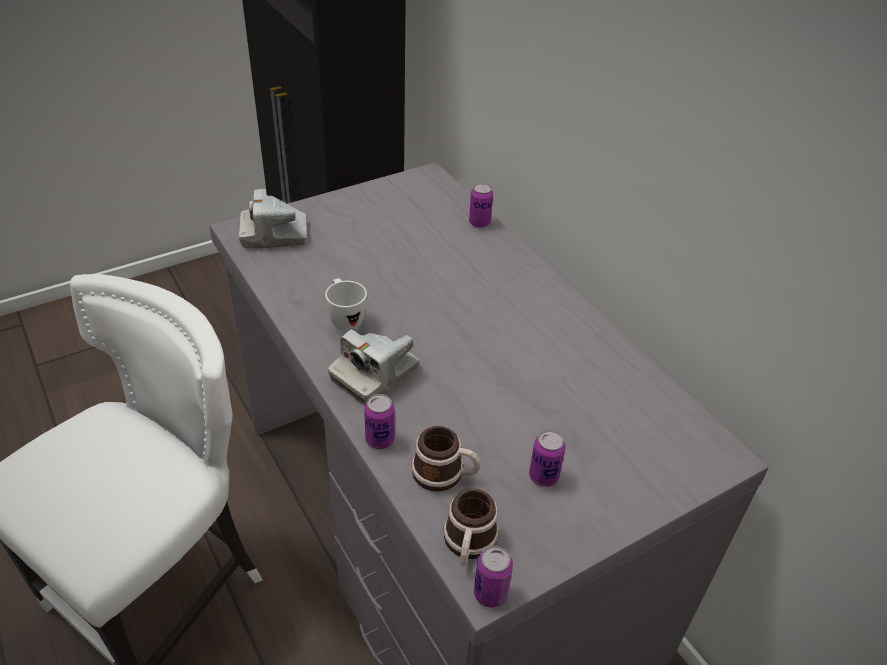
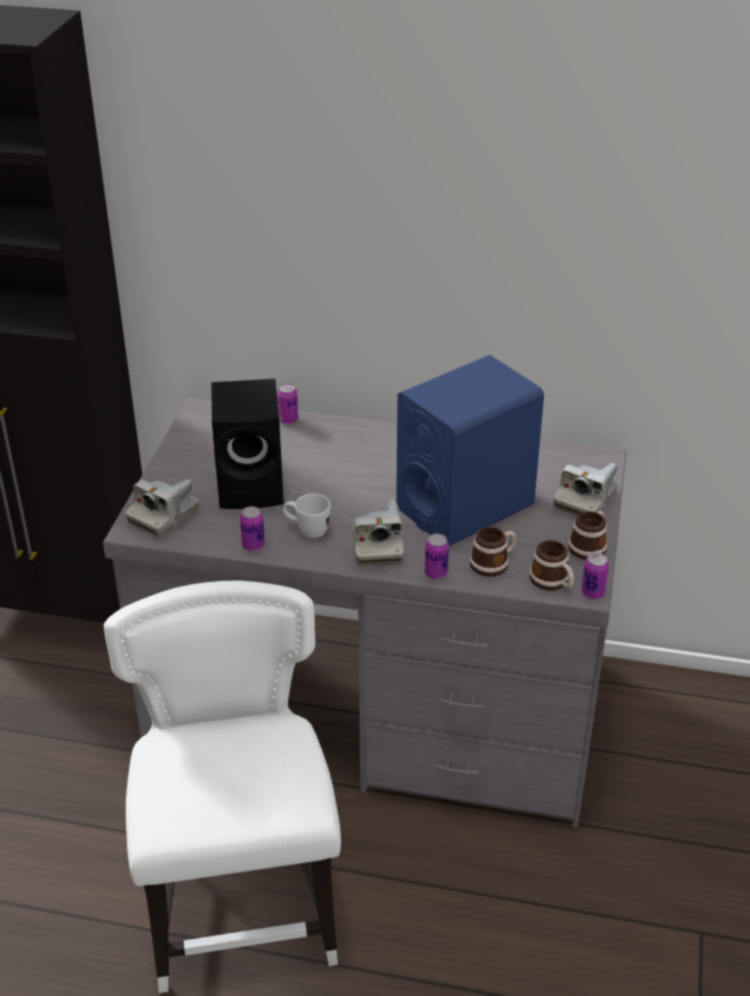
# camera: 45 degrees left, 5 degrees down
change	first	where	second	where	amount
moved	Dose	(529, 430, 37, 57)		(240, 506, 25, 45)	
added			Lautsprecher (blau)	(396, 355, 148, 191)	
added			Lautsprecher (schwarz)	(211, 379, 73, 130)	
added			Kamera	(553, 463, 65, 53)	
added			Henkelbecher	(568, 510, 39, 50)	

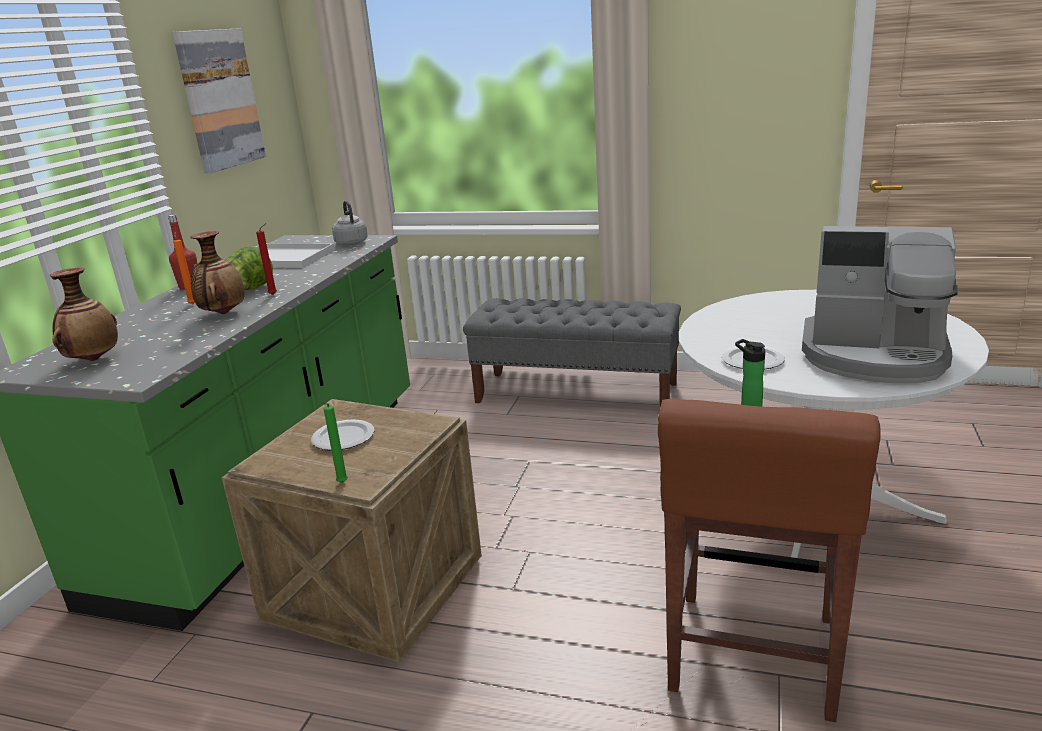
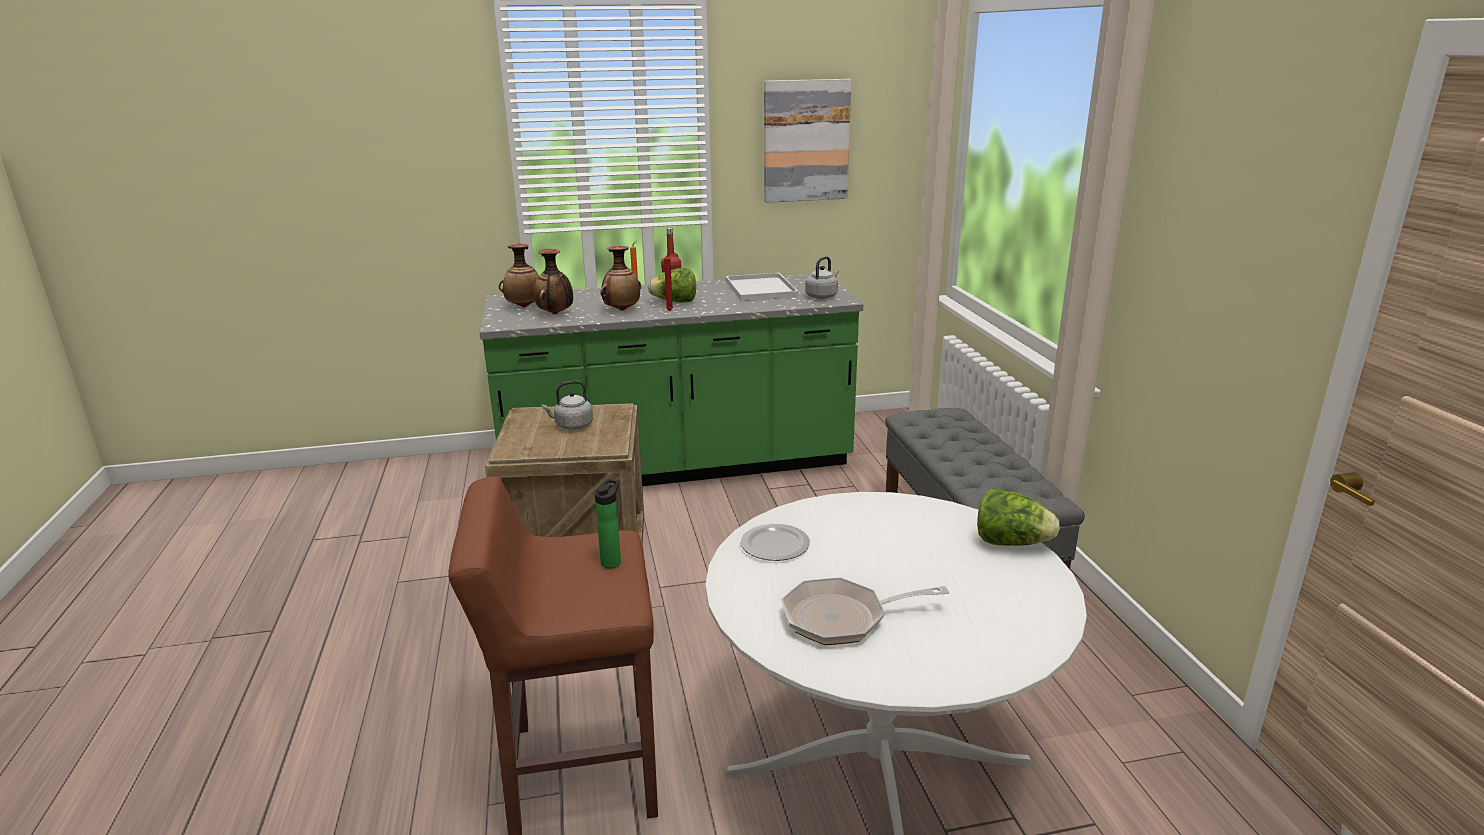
# camera: 60 degrees right, 0 degrees up
change	first	where	second	where	amount
replaced	Kaffeemaschine	(802, 226, 156, 157)	Pfanne	(781, 577, 168, 68)	
removed	Kerze (grün)	(322, 403, 26, 80)			
replaced	Teller	(311, 419, 63, 31)	Wasserkessel (grau)	(541, 381, 52, 49)	
added			Vase	(534, 249, 39, 65)	
added			Salatkopf	(977, 488, 83, 58)	

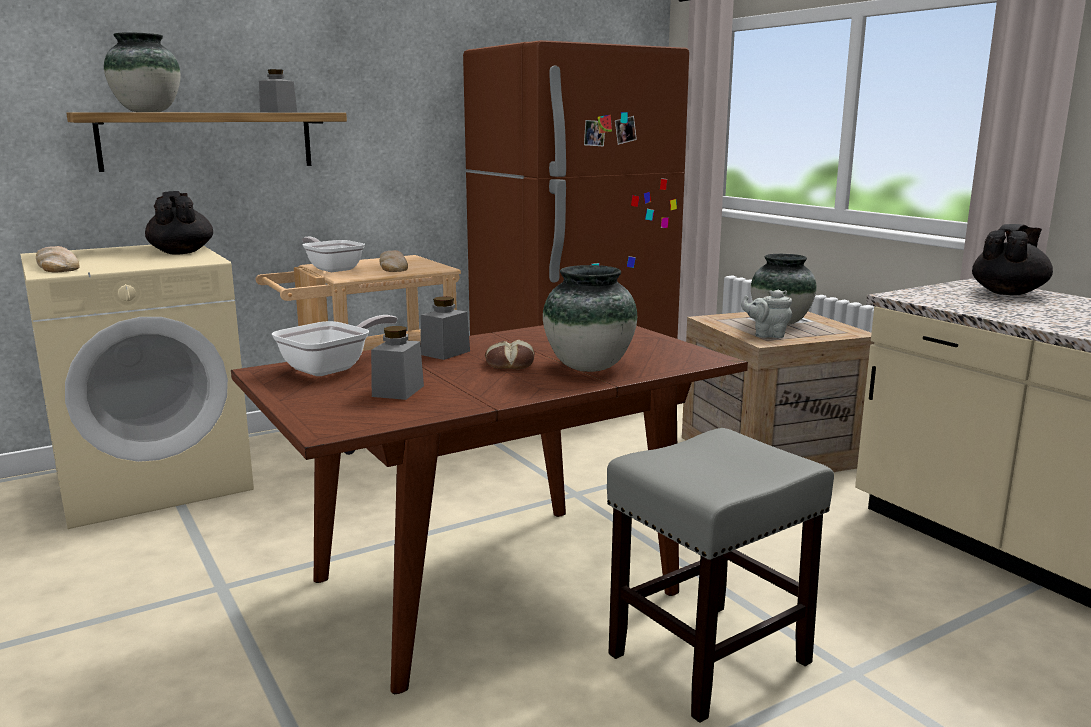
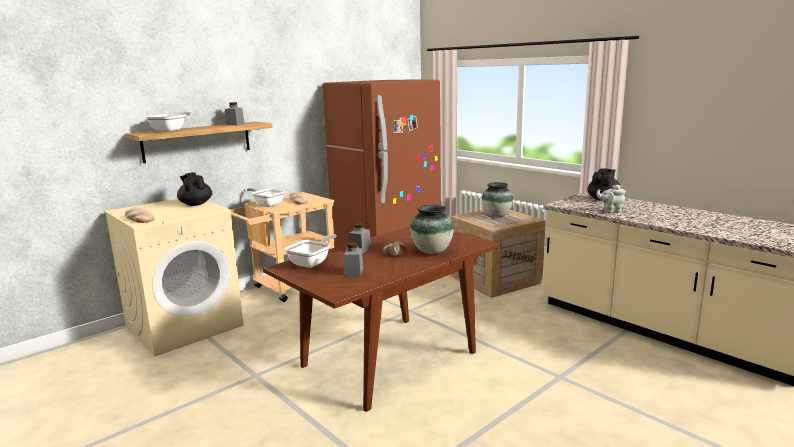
# camera: 10 degrees left, 0 degrees up
change	first	where	second	where	amount
replaced	Vase	(104, 33, 77, 79)	Pfanne	(146, 112, 45, 20)	
moved	Teekanne (grau)	(741, 289, 51, 49)		(596, 185, 30, 28)	
removed	Hocker (grau)	(607, 428, 227, 295)			

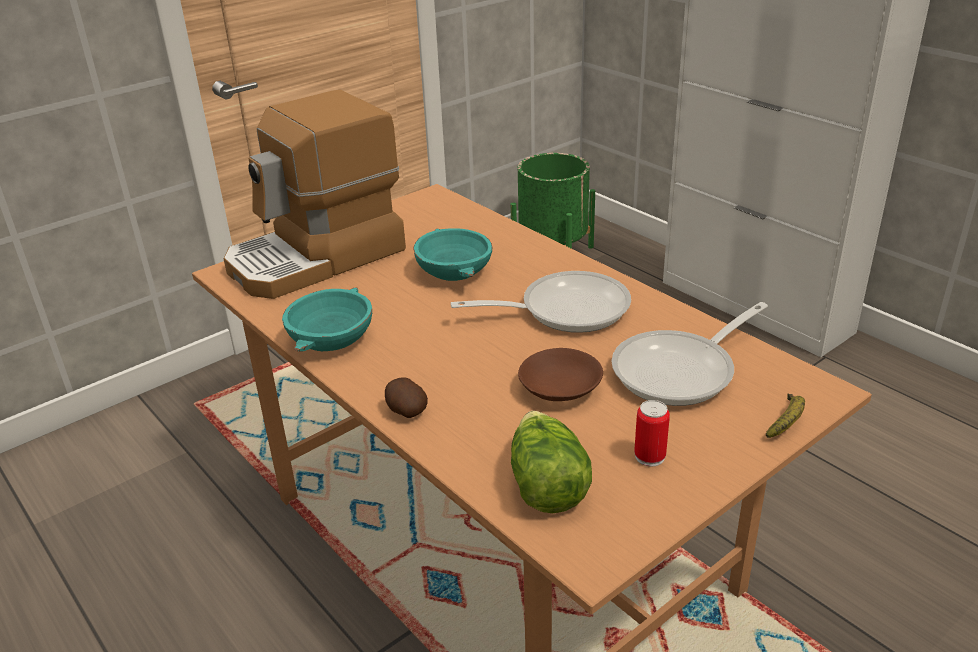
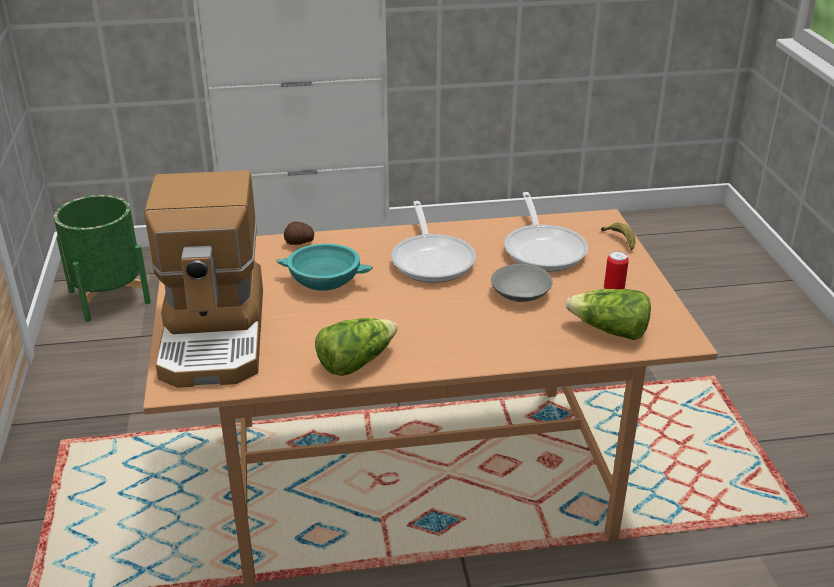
# camera: 60 degrees left, 0 degrees up
change	first	where	second	where	amount
turned	Pfanne	(451, 271, 180, 62)		(391, 201, 85, 82)	150 degrees clockwise
replaced	Schüssel (türkis)	(282, 287, 90, 65)	Salatkopf	(315, 318, 82, 58)	
recoloured	Schüssel (braun)	(518, 348, 85, 53)	Schüssel (grau)	(491, 264, 62, 38)	
moved	Kartoffel	(385, 377, 43, 41)		(284, 222, 30, 23)	

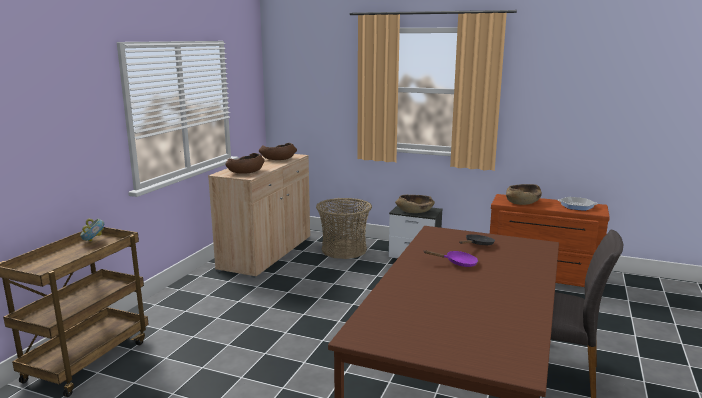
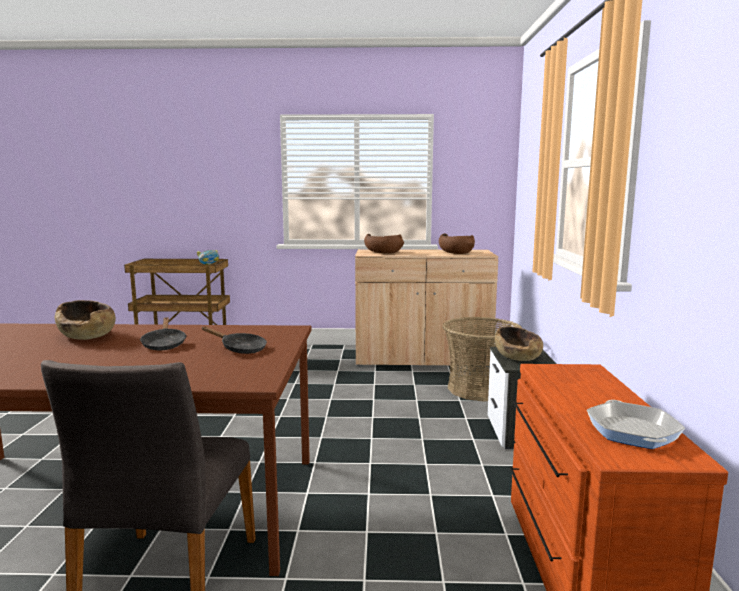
# camera: 70 degrees right, 5 degrees down
change	first	where	second	where	amount
moved	Schüssel (braun)	(506, 184, 36, 21)		(55, 300, 61, 40)	
recoloured	Pfanne (lila)	(424, 250, 54, 17)	Pfanne (schwarz)	(140, 317, 47, 33)	

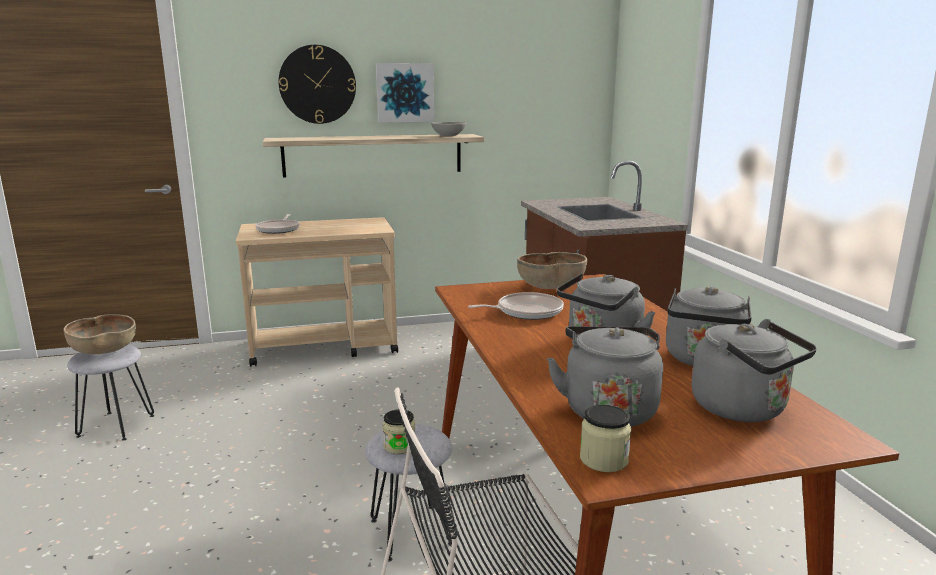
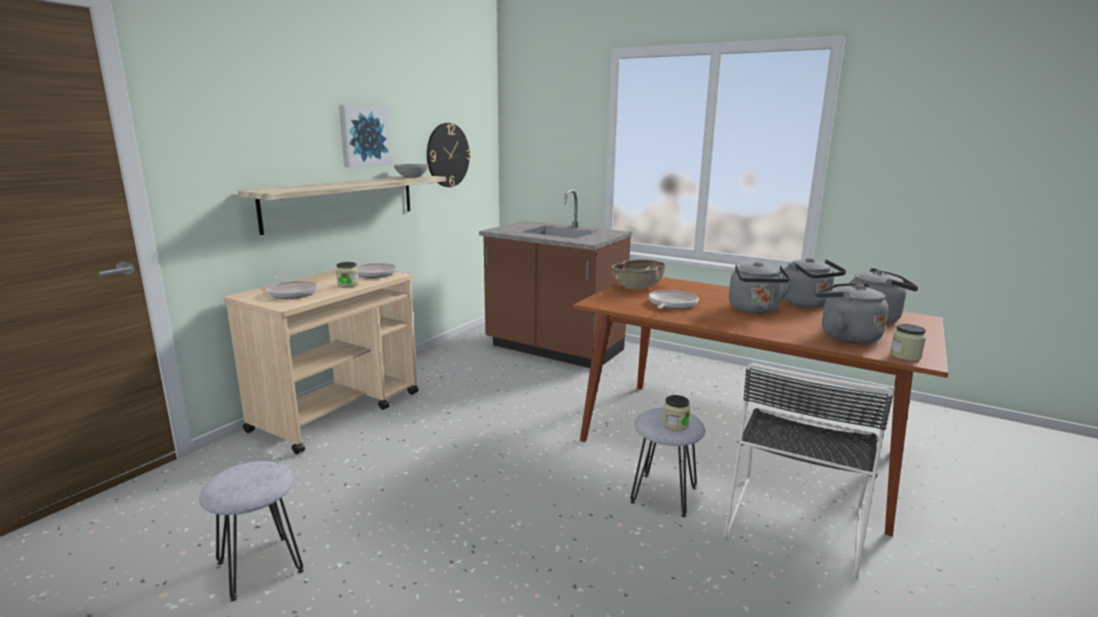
# camera: 45 degrees left, 0 degrees up
change	first	where	second	where	amount
moved	Wanduhr	(278, 45, 78, 79)		(427, 123, 44, 64)	
removed	Schüssel (braun)	(64, 314, 72, 40)			
added			Pfanne	(345, 261, 52, 17)	
added			Vorratsglas	(336, 262, 23, 26)	

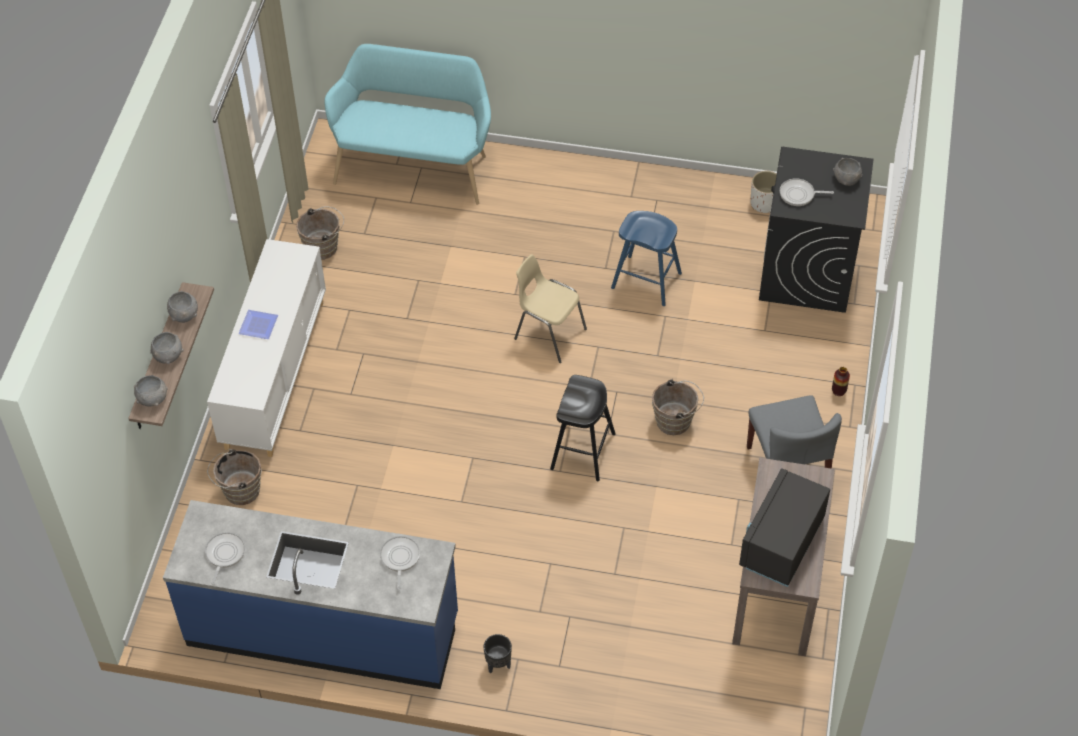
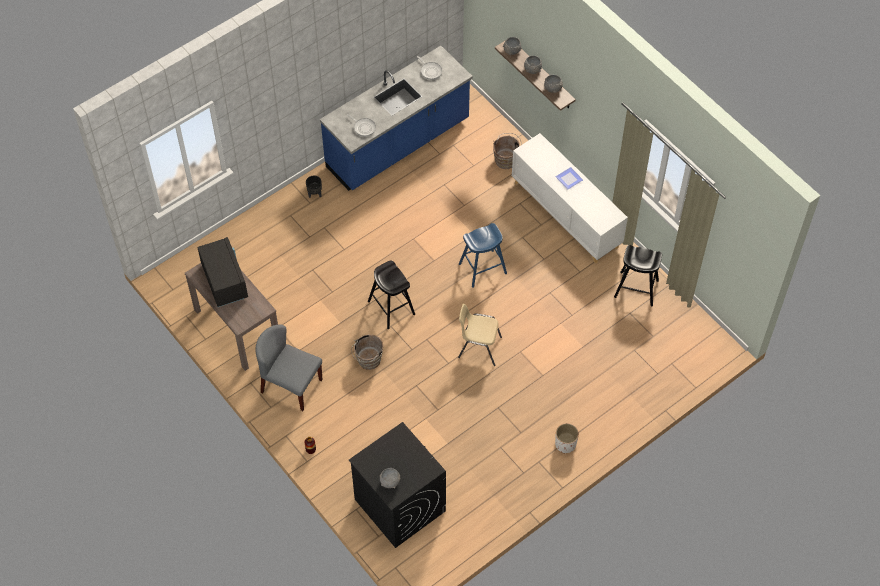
# camera: 130 degrees right, 5 degrees up
change	first	where	second	where	amount
removed	Bank (türkis)	(324, 44, 167, 161)			
moved	Pflanzkübel (weiß)	(750, 171, 27, 42)		(555, 423, 24, 30)	
removed	Pfanne	(780, 178, 54, 28)			
replaced	Eimer (braun)	(296, 206, 48, 54)	Hocker (schwarz)	(614, 245, 48, 61)	
moved	Hocker (blau)	(611, 211, 71, 95)		(459, 223, 48, 65)	
turned	Stuhl (beige)	(514, 254, 73, 109)		(458, 304, 44, 62)	150 degrees counterclockwise

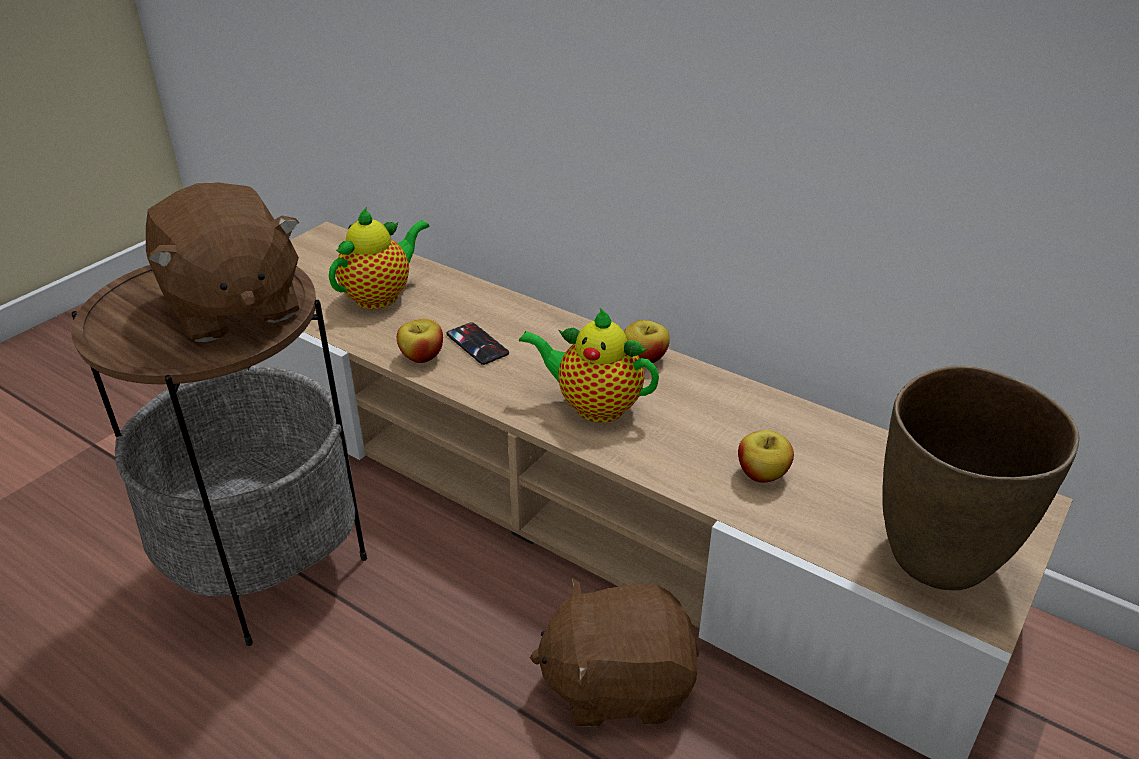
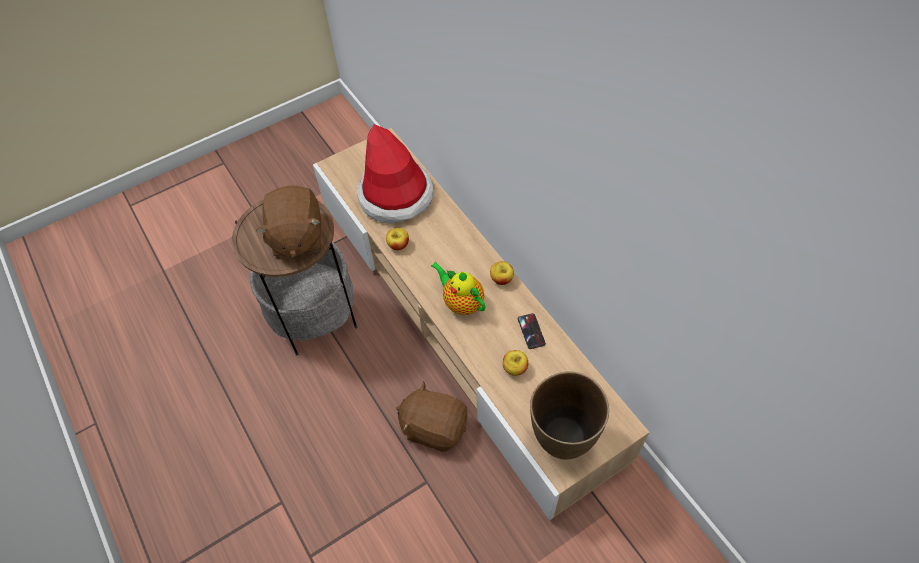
# camera: 25 degrees right, 20 degrees up
change	first	where	second	where	amount
replaced	Teekanne	(329, 207, 101, 102)	Hut	(357, 124, 77, 100)	
moved	Handy	(446, 322, 63, 43)		(518, 313, 28, 36)	

